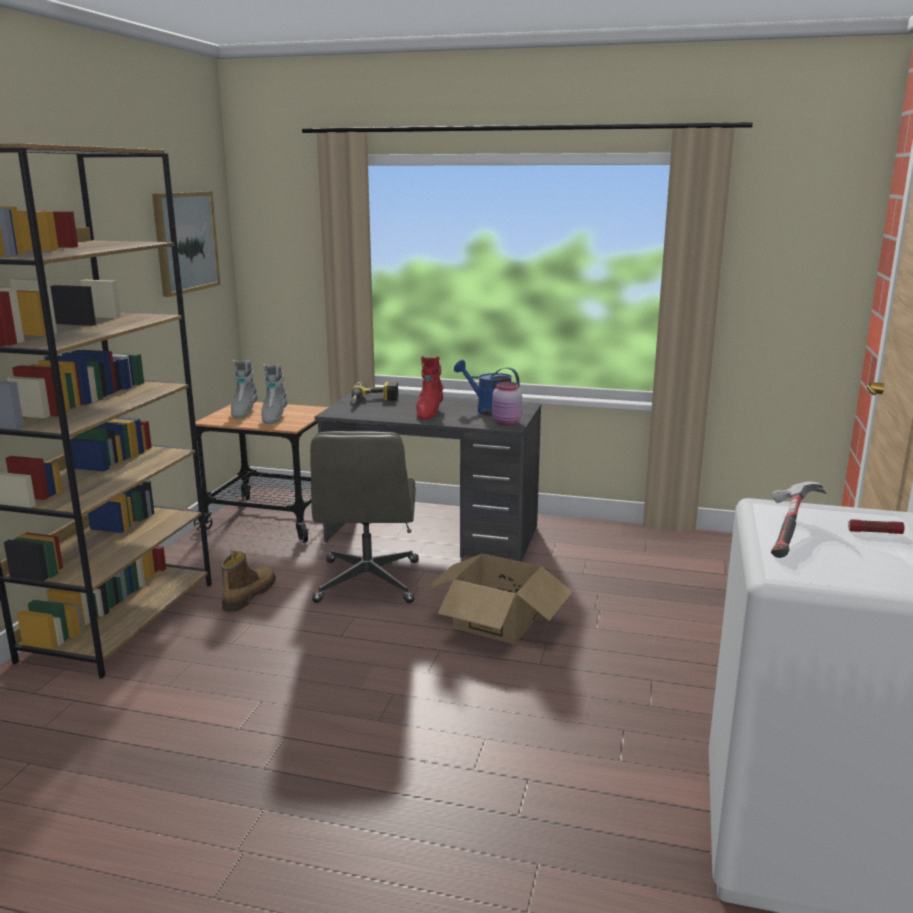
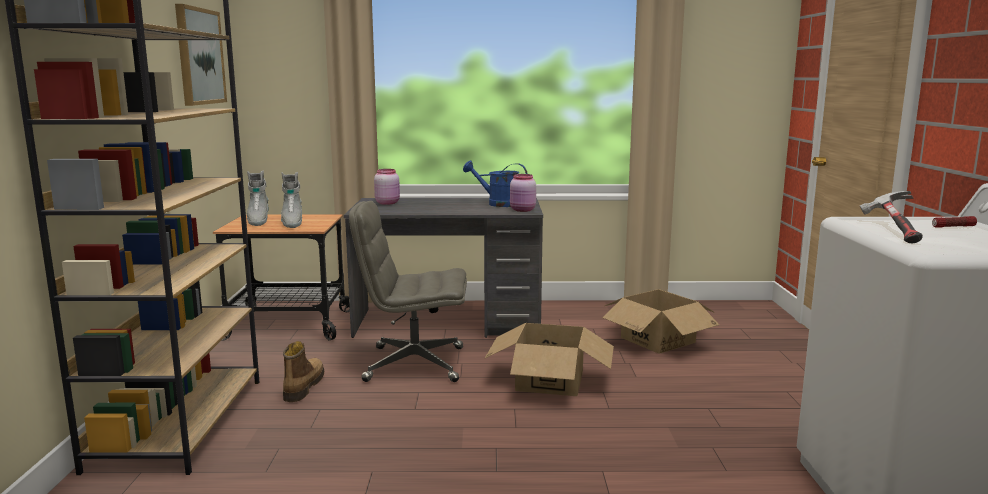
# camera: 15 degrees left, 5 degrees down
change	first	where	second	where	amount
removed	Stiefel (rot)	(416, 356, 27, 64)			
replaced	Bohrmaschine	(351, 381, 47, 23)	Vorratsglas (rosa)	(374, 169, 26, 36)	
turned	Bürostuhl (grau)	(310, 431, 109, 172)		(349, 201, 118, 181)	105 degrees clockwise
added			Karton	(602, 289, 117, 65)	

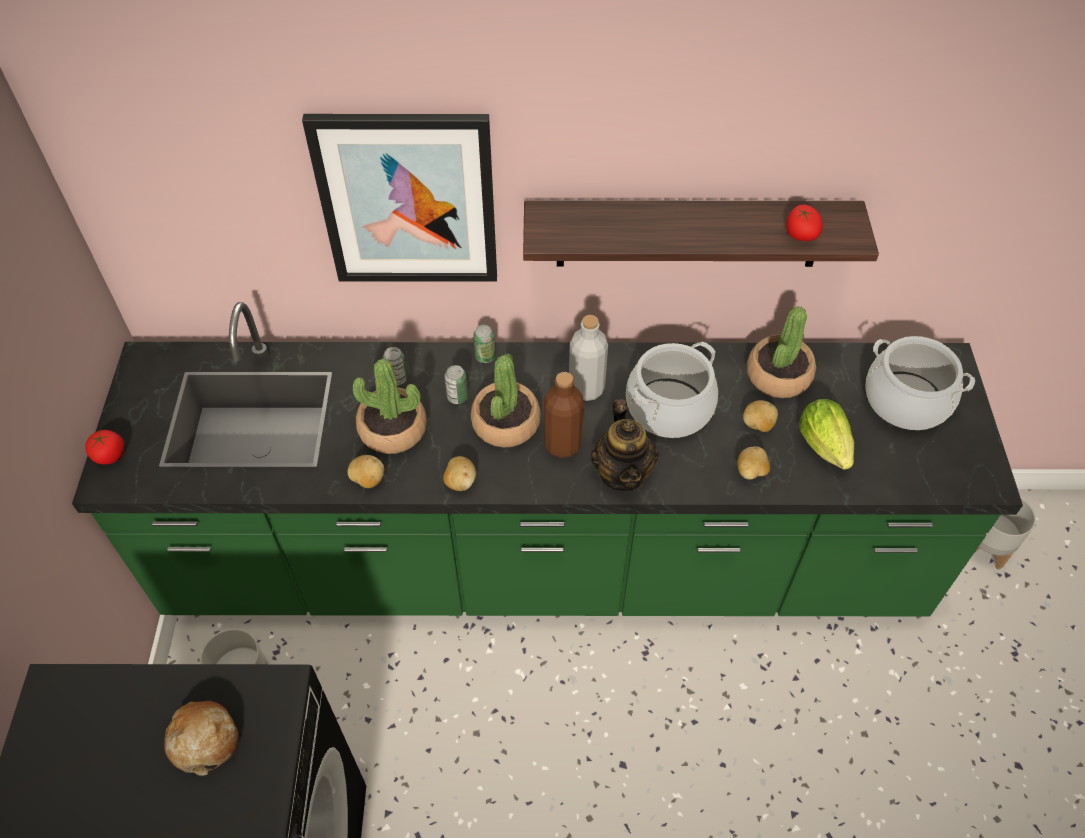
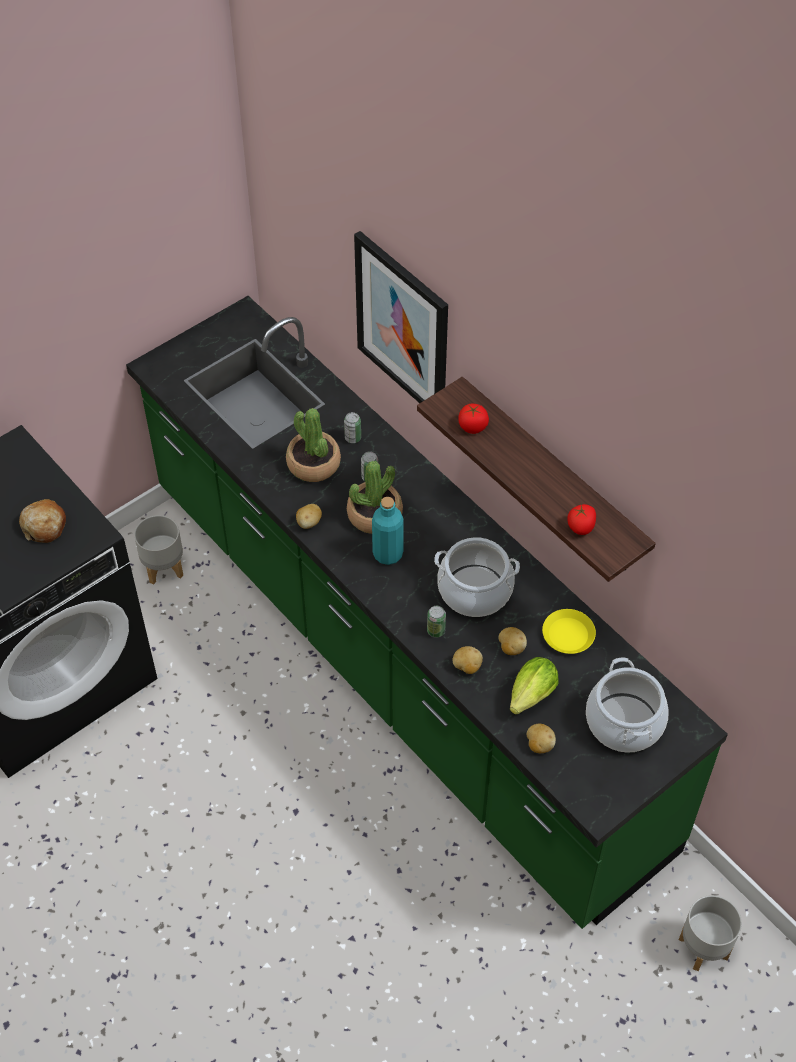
# camera: 50 degrees right, 0 degrees up
change	first	where	second	where	amount
replaced	Topfpflanze	(747, 306, 69, 92)	Teller (gelb)	(542, 609, 54, 45)	
removed	Flasche (grau)	(569, 315, 39, 86)			
moved	Dose	(473, 325, 22, 38)		(427, 606, 19, 32)	
recoloured	Flasche (braun)	(544, 372, 40, 86)	Flasche (türkis)	(372, 497, 32, 68)	
removed	Teekanne	(590, 399, 69, 94)			
moved	Tomate	(85, 430, 39, 35)		(458, 404, 31, 30)	
moved	Kartoffel	(347, 455, 37, 33)		(527, 724, 29, 29)	

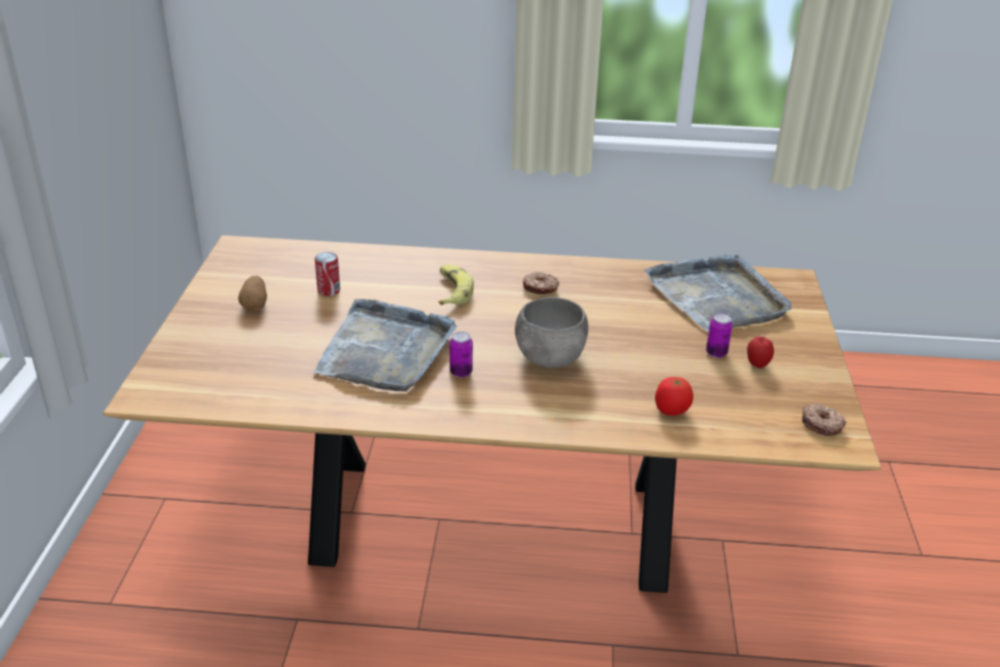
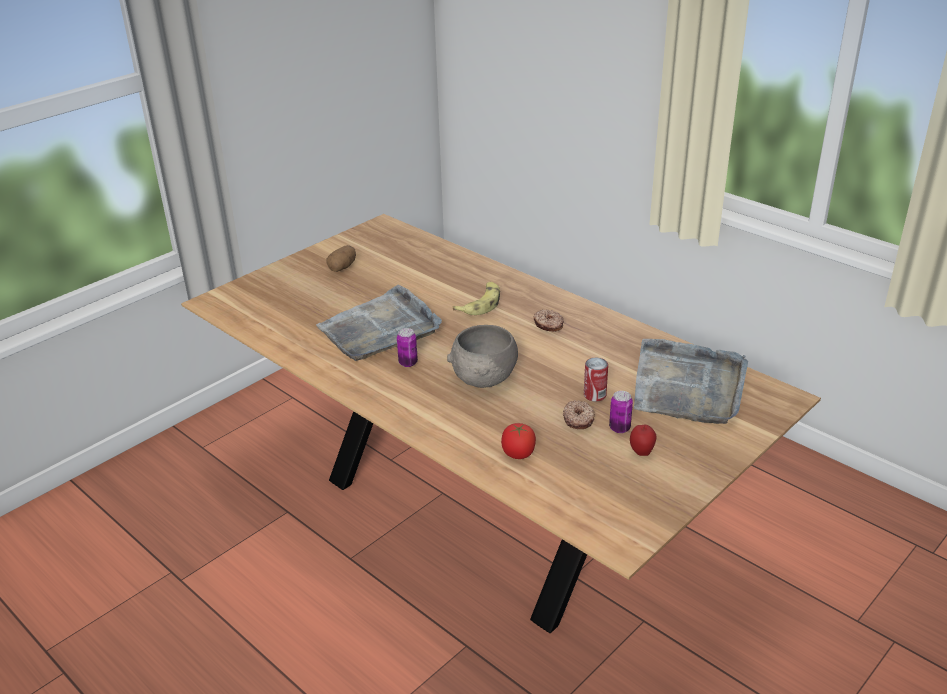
# camera: 40 degrees right, 0 degrees up
change	first	where	second	where	amount
moved	Dose	(315, 252, 25, 44)		(584, 358, 24, 44)	
moved	Donut	(802, 403, 44, 33)		(563, 400, 31, 29)	

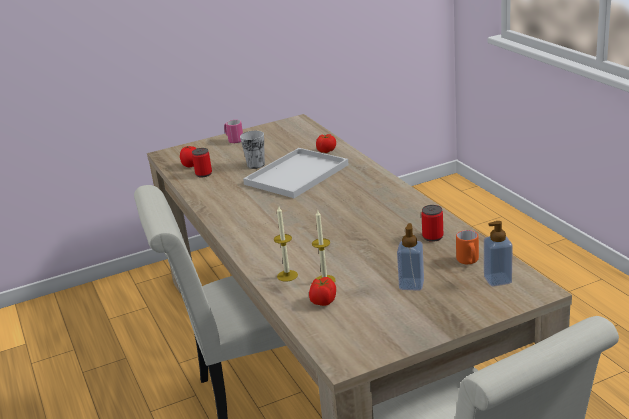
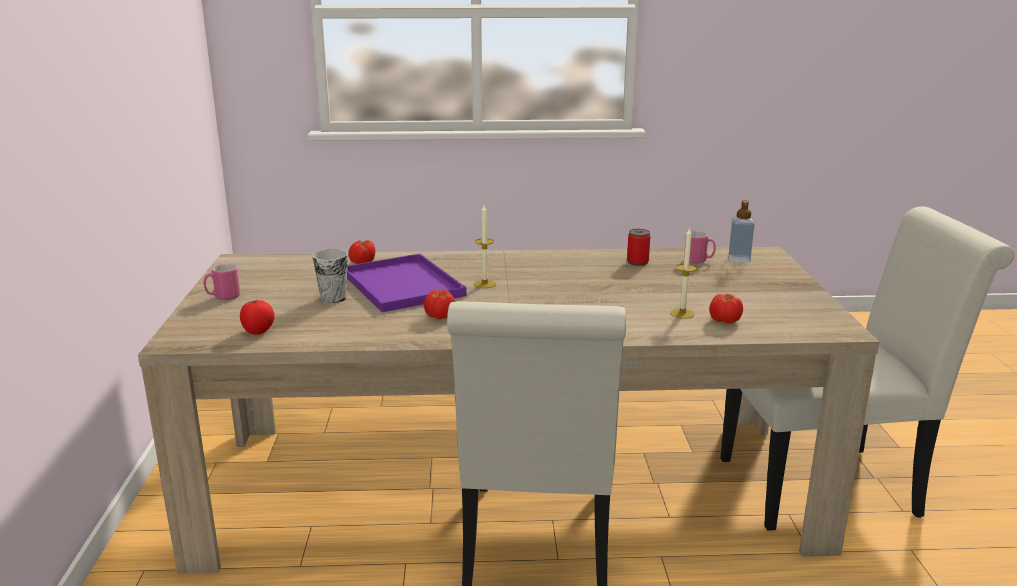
# camera: 70 degrees left, 5 degrees down
change	first	where	second	where	amount
removed	Dose	(192, 148, 20, 29)			
recoloured	Tablett (weiß)	(243, 148, 106, 50)	Tablett (lila)	(347, 254, 120, 58)	
moved	Kerze	(274, 207, 24, 75)		(474, 205, 22, 83)	
removed	Seifenspender	(397, 223, 27, 68)			
recoloured	Henkelbecher (orange)	(456, 230, 23, 34)	Henkelbecher (rosa)	(684, 231, 32, 32)	
added			Tomate	(424, 290, 32, 29)	

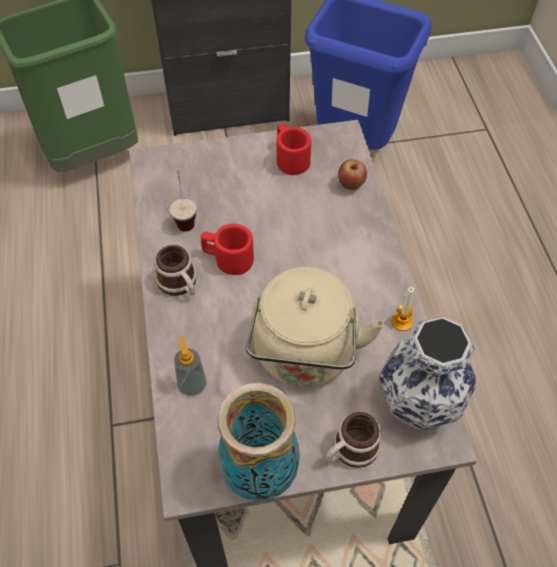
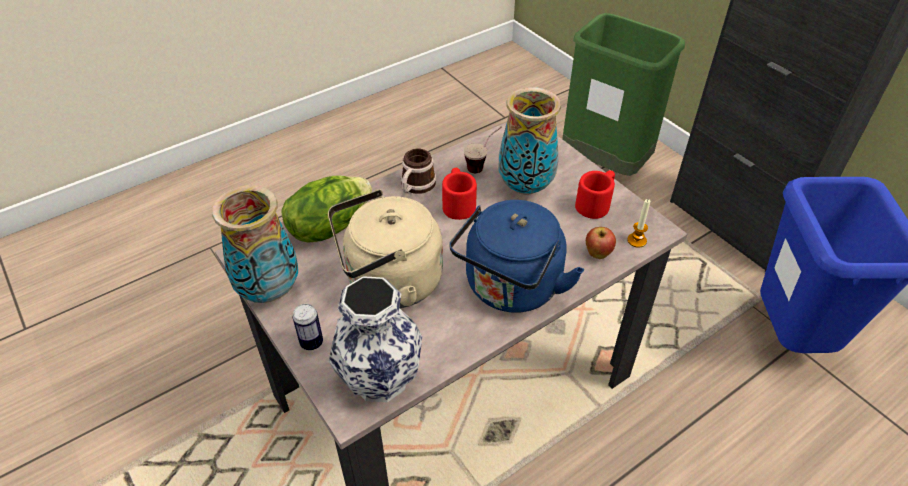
# camera: 65 degrees right, 10 degrees down
change	first	where	second	where	amount
moved	Kerze	(392, 287, 22, 44)		(627, 199, 23, 49)	
replaced	Seifenspender	(174, 335, 32, 61)	Salatkopf	(281, 175, 91, 68)	
replaced	Henkelbecher	(326, 412, 55, 56)	Dose	(293, 304, 30, 46)	
added			Vase	(499, 87, 62, 108)	
added			Wasserkessel (blau)	(449, 200, 135, 113)	

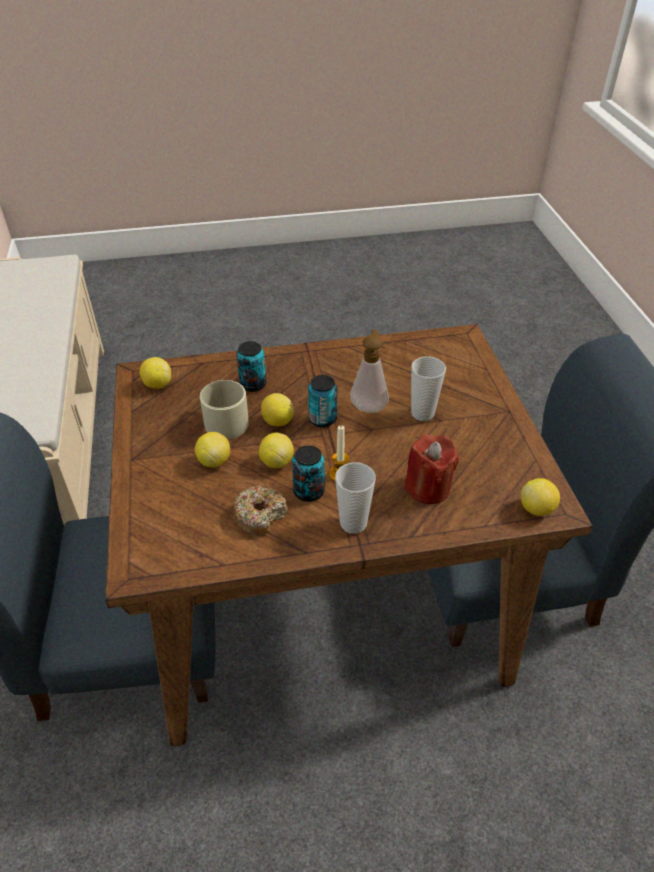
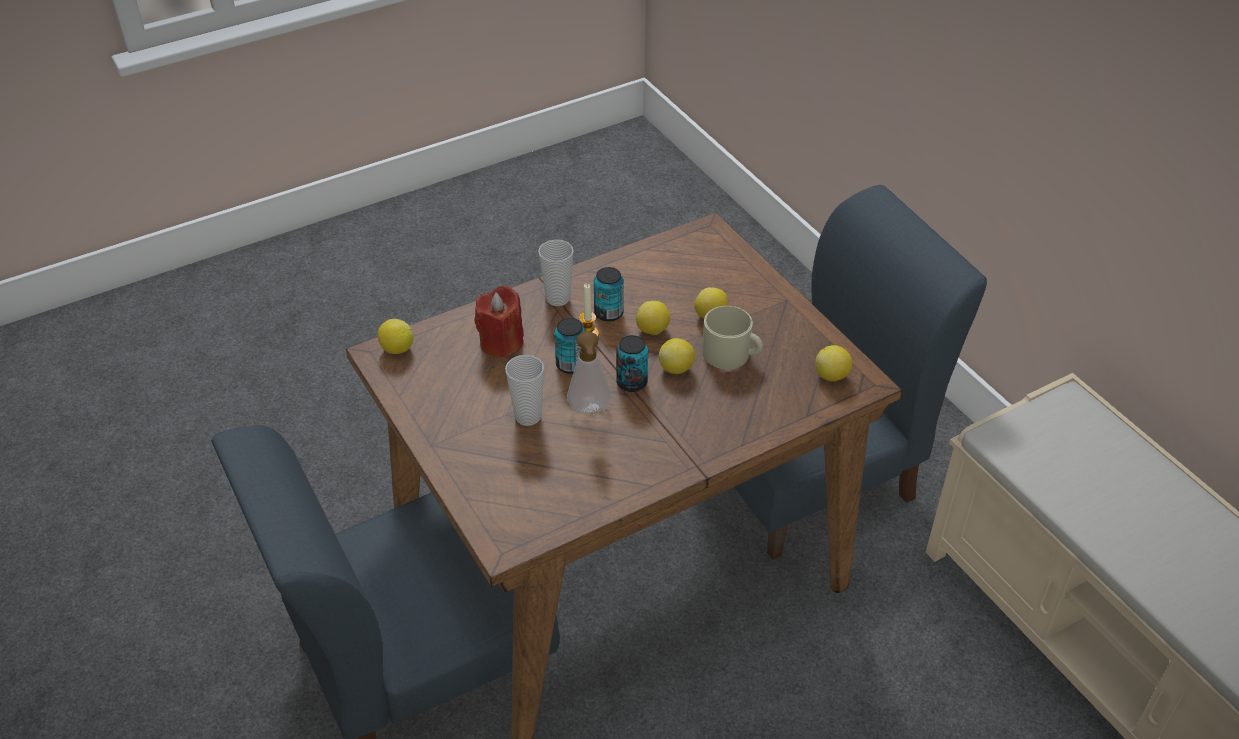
# camera: 160 degrees right, 0 degrees up
change	first	where	second	where	amount
moved	Dose	(236, 341, 30, 51)		(554, 318, 32, 56)	
removed	Donut	(232, 485, 56, 51)			

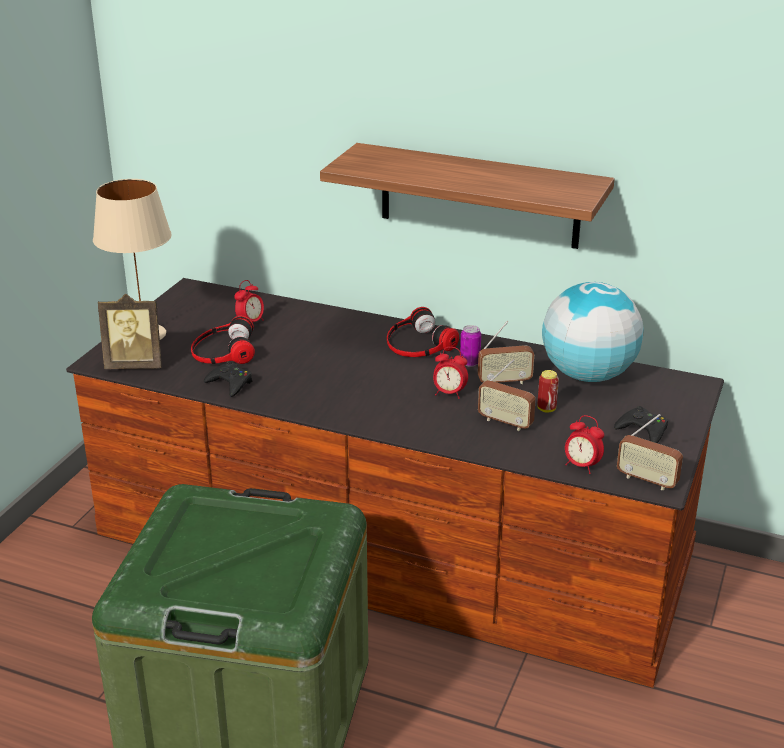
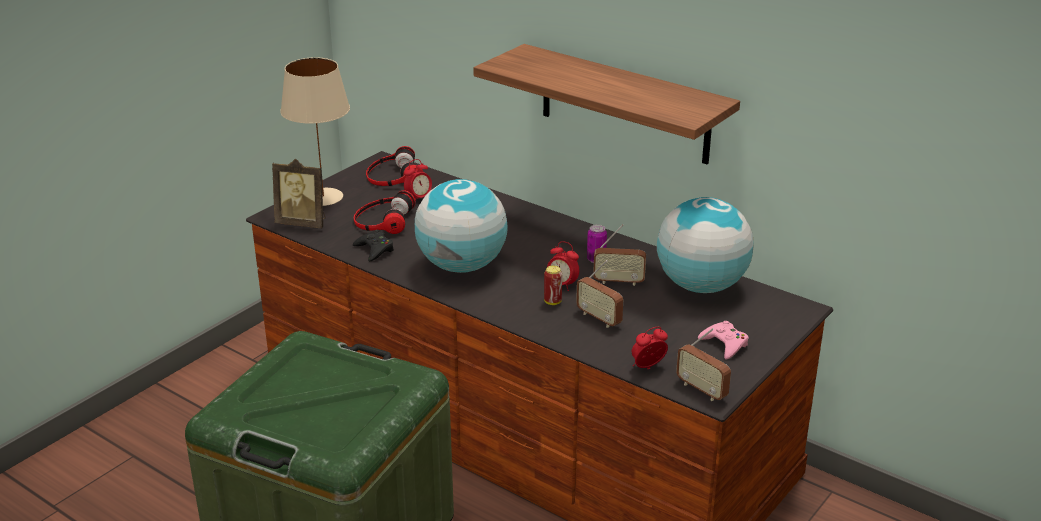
# camera: 15 degrees right, 0 degrees up
change	first	where	second	where	amount
moved	Kopfhörer	(387, 307, 72, 50)		(366, 146, 57, 40)	
moved	Dose	(537, 370, 22, 43)		(544, 266, 18, 39)	
recoloured	Gamepad (schwarz)	(614, 406, 54, 37)	Gamepad (rosa)	(698, 321, 51, 38)	
turned	Wecker	(565, 415, 39, 59)		(632, 327, 36, 42)	105 degrees clockwise
added			Globus	(415, 179, 93, 94)	

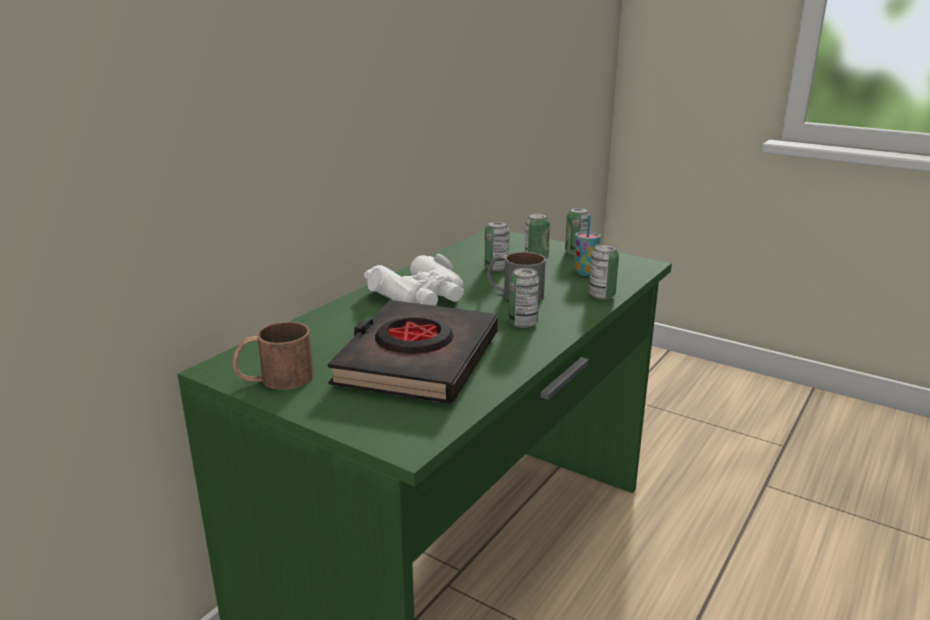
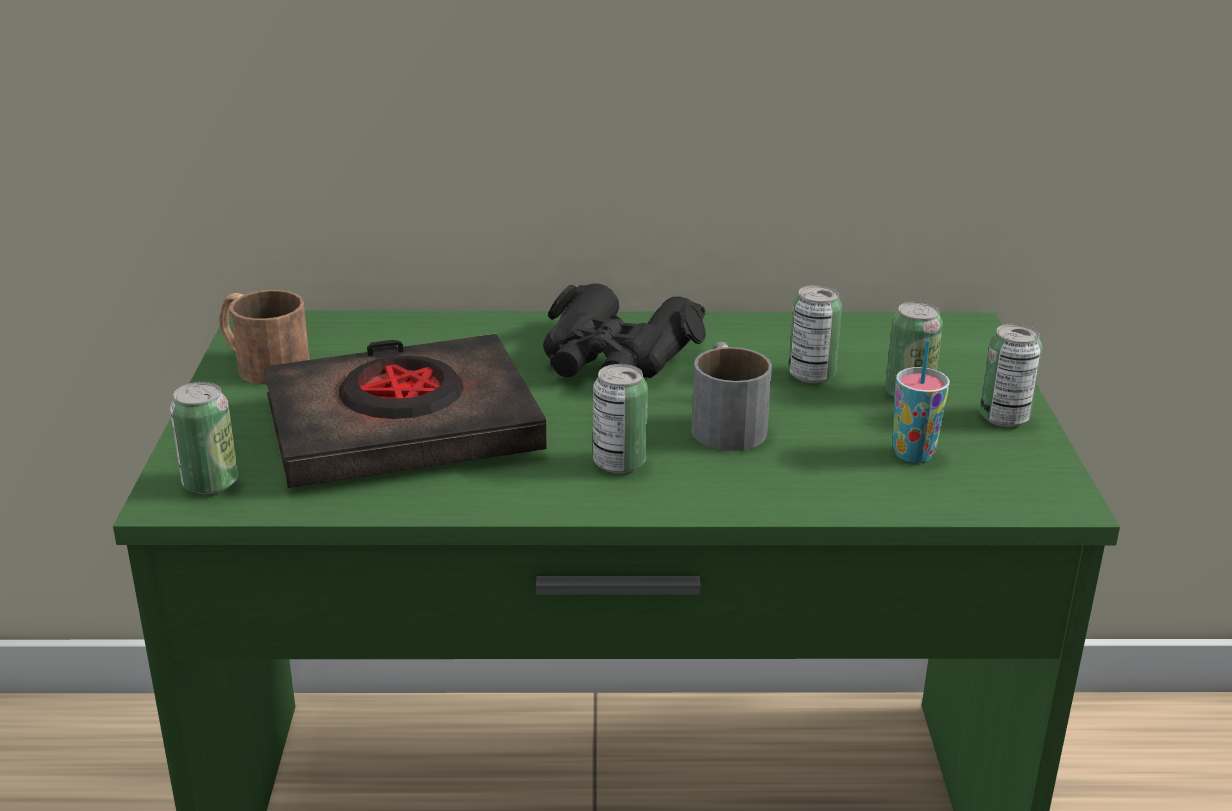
# camera: 55 degrees right, 5 degrees up
change	first	where	second	where	amount
moved	Dose	(589, 244, 30, 55)		(170, 382, 68, 113)	
recoloured	Fernglas (weiß)	(364, 254, 100, 52)	Fernglas (schwarz)	(543, 283, 163, 95)	

